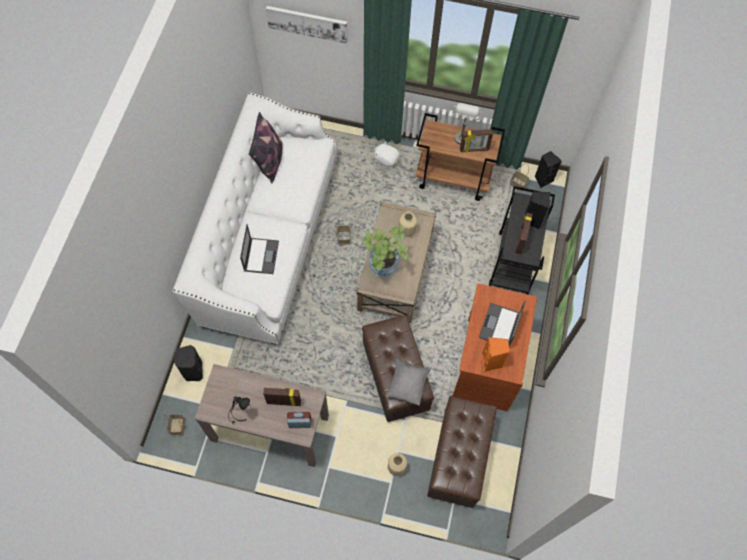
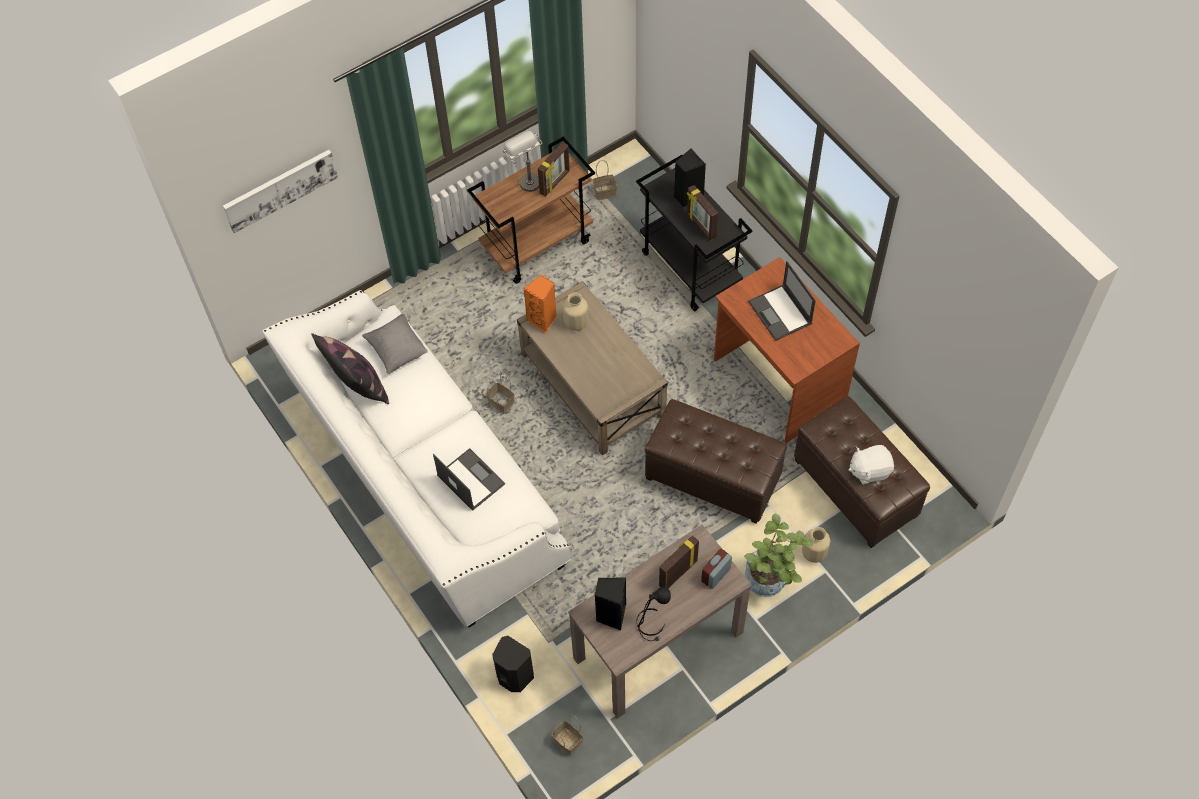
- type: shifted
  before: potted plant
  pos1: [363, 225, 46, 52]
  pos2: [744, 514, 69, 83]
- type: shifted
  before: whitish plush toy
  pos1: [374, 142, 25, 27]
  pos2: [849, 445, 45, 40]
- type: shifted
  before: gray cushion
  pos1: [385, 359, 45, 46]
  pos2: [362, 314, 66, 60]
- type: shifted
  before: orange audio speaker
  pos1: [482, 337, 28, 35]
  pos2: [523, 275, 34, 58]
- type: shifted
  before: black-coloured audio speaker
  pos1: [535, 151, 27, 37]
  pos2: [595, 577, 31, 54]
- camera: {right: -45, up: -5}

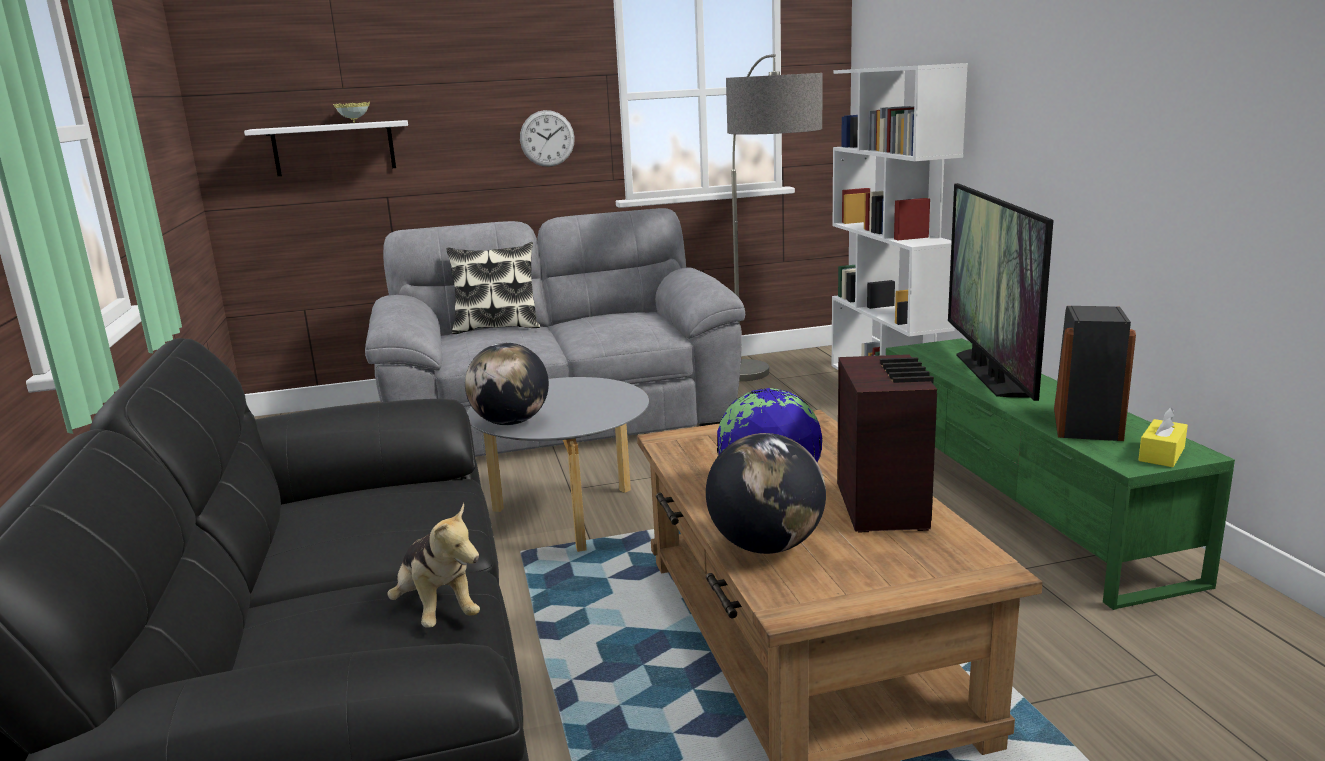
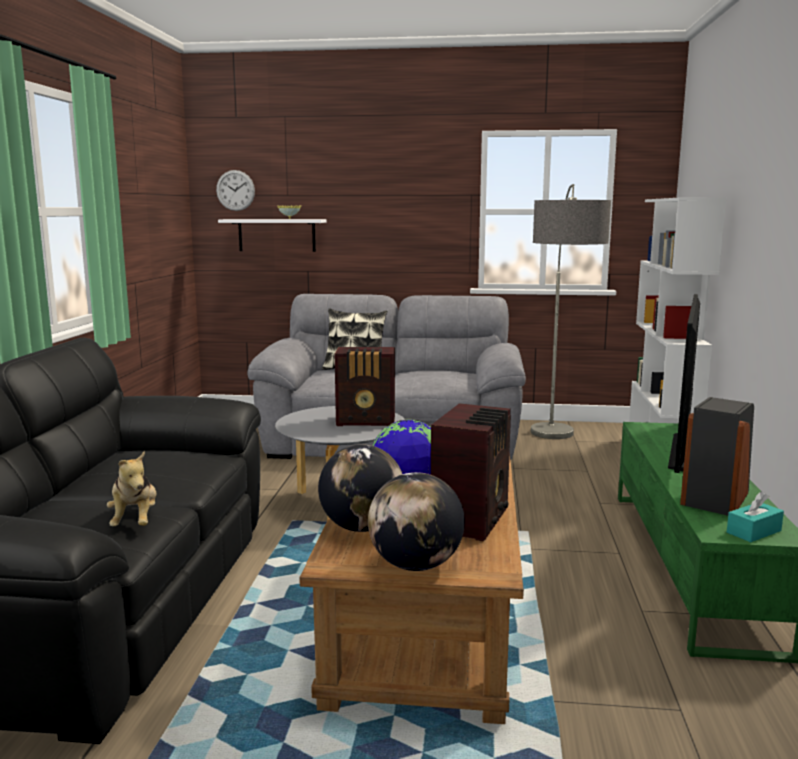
- type: shifted
  before: world globe
  pos1: [465, 343, 84, 82]
  pos2: [368, 472, 97, 99]
- type: shifted
  before: hanging clock
  pos1: [520, 110, 55, 57]
  pos2: [216, 170, 39, 41]
- type: repainted
  before: yellow tissue holder
  after: blue-green tissue holder
  pos1: [1138, 407, 50, 60]
  pos2: [727, 491, 57, 51]
- type: new
  after: radio set
  pos2: [335, 347, 60, 79]
- camera: {right: 20, up: -5}

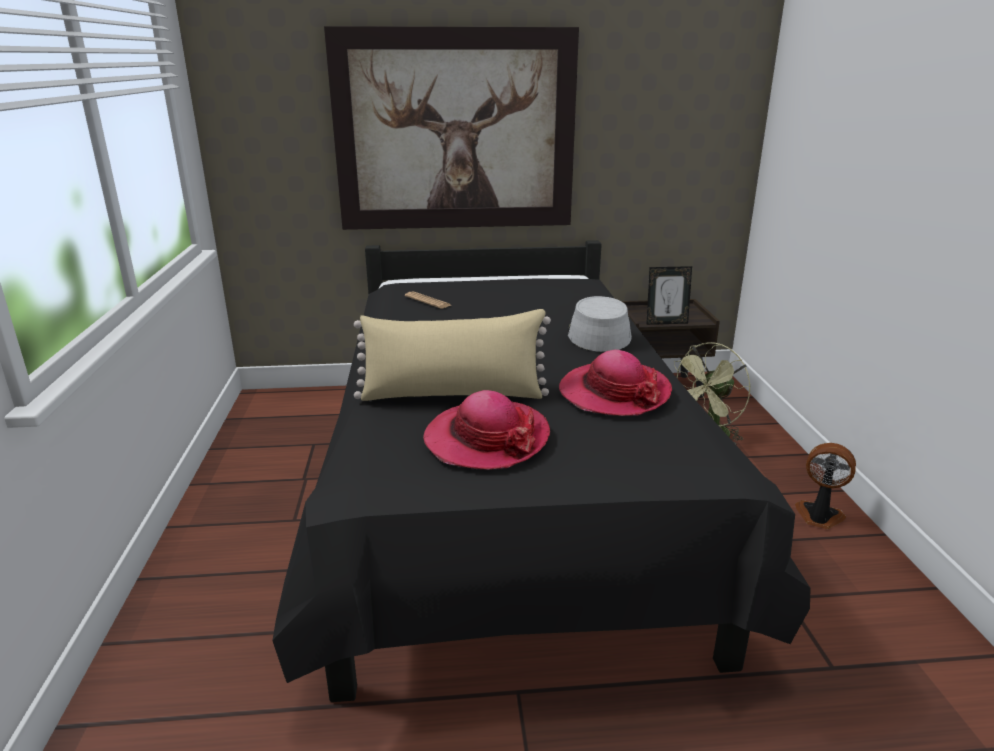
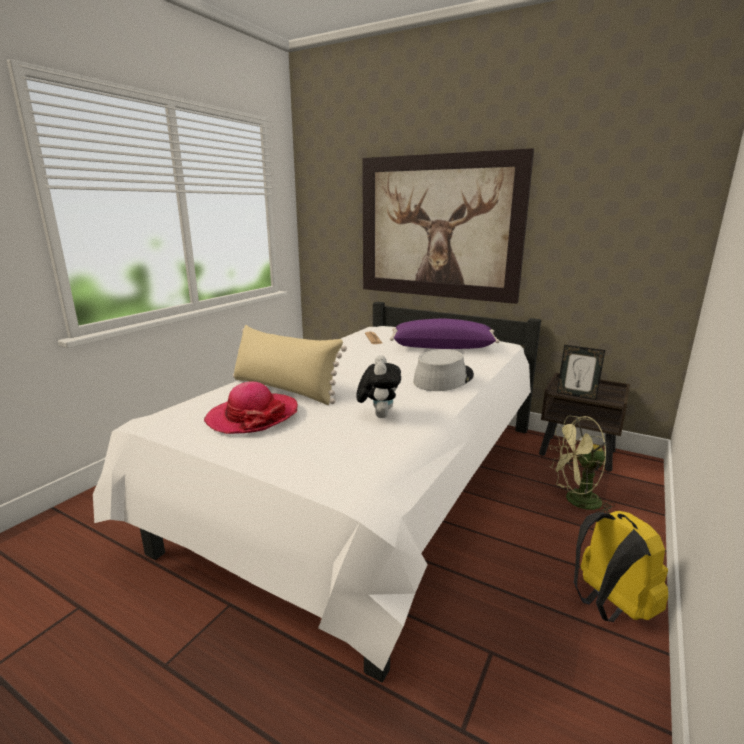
- type: repainted
  before: black-coloured sleeping bed
  after: whitish sleeping bed
  pos1: [272, 240, 539, 462]
  pos2: [93, 302, 448, 380]
- type: swapped
  before: clothing hat
  after: plush toy
  pos1: [559, 350, 113, 66]
  pos2: [356, 355, 45, 63]
- type: swapped
  before: fan
  after: yellow knapsack
  pos1: [795, 443, 61, 86]
  pos2: [574, 511, 94, 111]
- type: new
  after: purple cushion
  pos2: [390, 319, 110, 30]
- camera: {right: 35, up: -5}

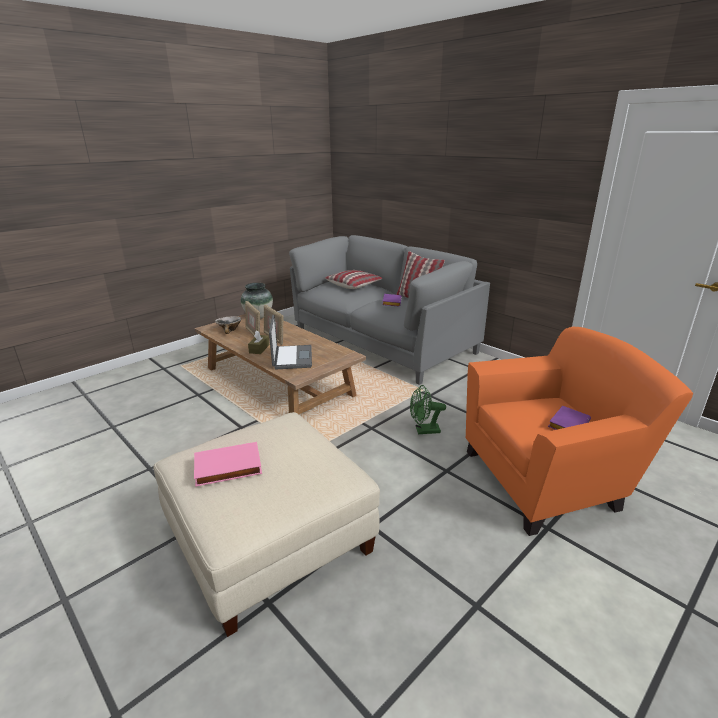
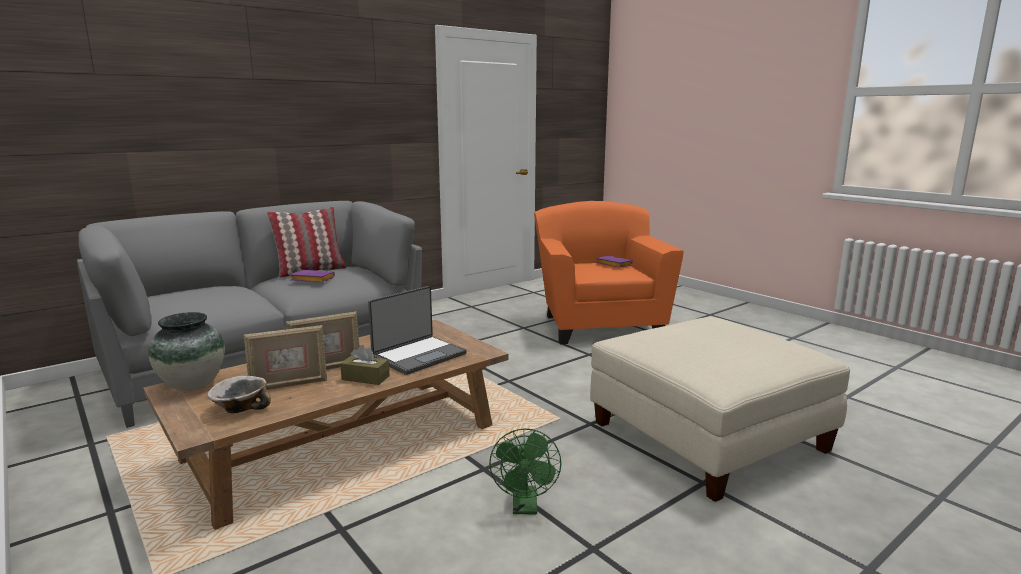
- type: gone
  before: pink volume
  pos1: [194, 442, 68, 45]
- type: rotated
  before: laptop
  pos1: [269, 315, 43, 54]
  pos2: [368, 286, 99, 89]
  turn: 135
- type: gone
  before: cushion
  pos1: [325, 270, 57, 19]
- type: shifted
  before: green fan
  pos1: [410, 385, 36, 49]
  pos2: [489, 428, 73, 86]
- camera: {right: -85, up: -10}

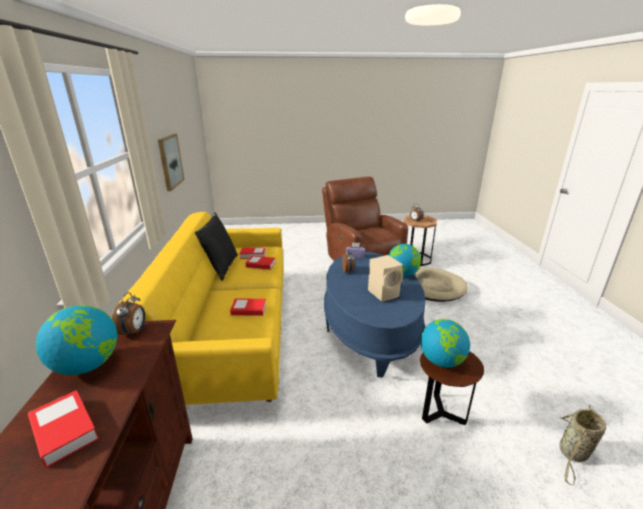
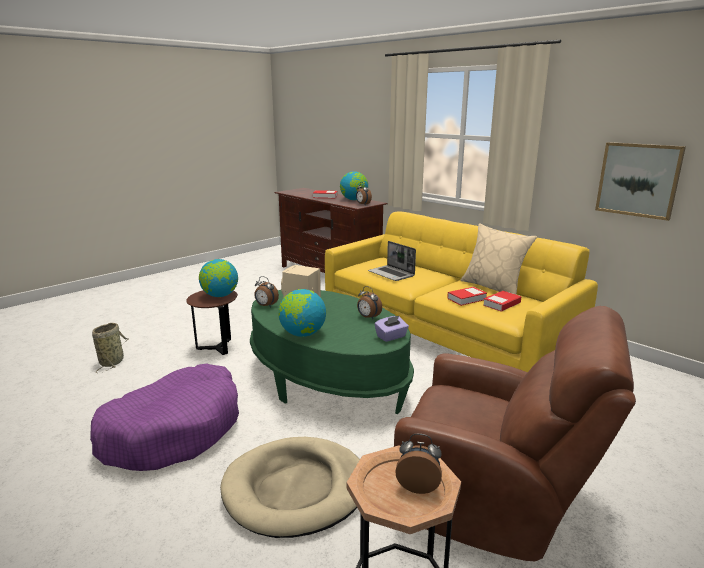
- type: repainted
  before: black-coloured cushion
  after: beige-coloured cushion
  pos1: [195, 213, 43, 68]
  pos2: [460, 223, 77, 72]
- type: swapped
  before: volume
  after: laptop
  pos1: [230, 299, 36, 17]
  pos2: [368, 241, 48, 40]
- type: repainted
  before: blue-coloured lounge table
  after: green lounge table
  pos1: [324, 252, 102, 126]
  pos2: [250, 290, 164, 124]
- type: new
  after: purple dog bed
  pos2: [90, 363, 149, 108]
- type: new
  after: table clock
  pos2: [254, 276, 25, 32]
- camera: {right: 140, up: -5}

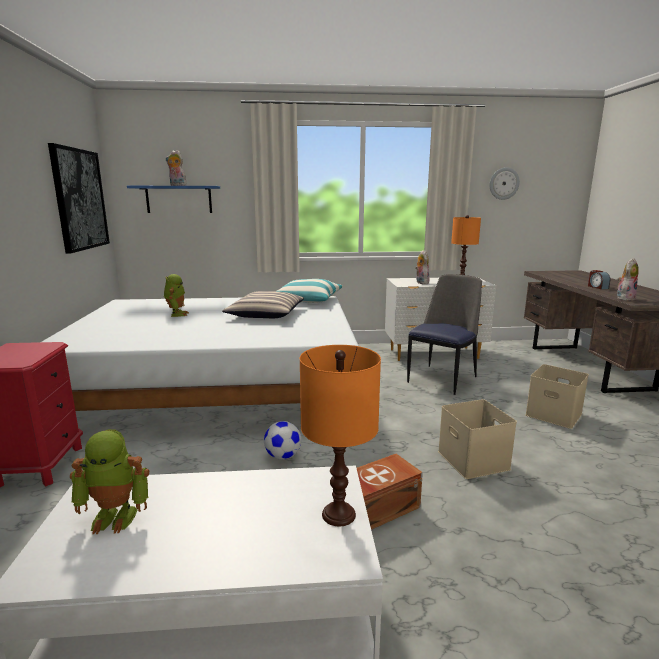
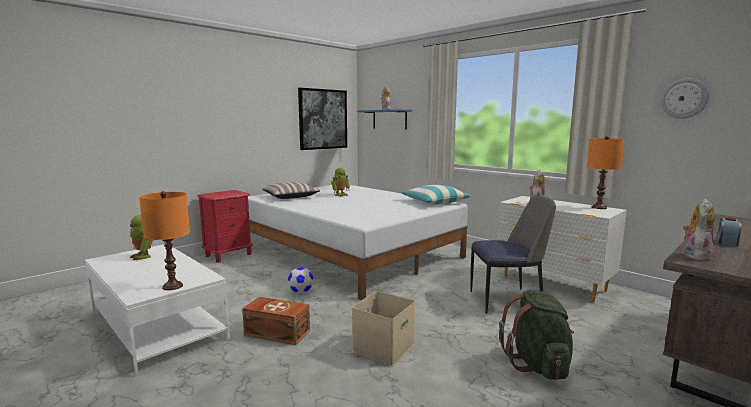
- type: shifted
  before: cushion
  pos1: [222, 291, 82, 27]
  pos2: [262, 182, 58, 17]
- type: swapped
  before: beige-coloured storage bin
  after: green knapsack
  pos1: [525, 364, 64, 65]
  pos2: [499, 290, 75, 90]
- type: rotated
  before: plush toy
  pos1: [617, 258, 22, 43]
  pos2: [683, 199, 32, 62]
  turn: -60
- camera: {right: 50, up: -5}

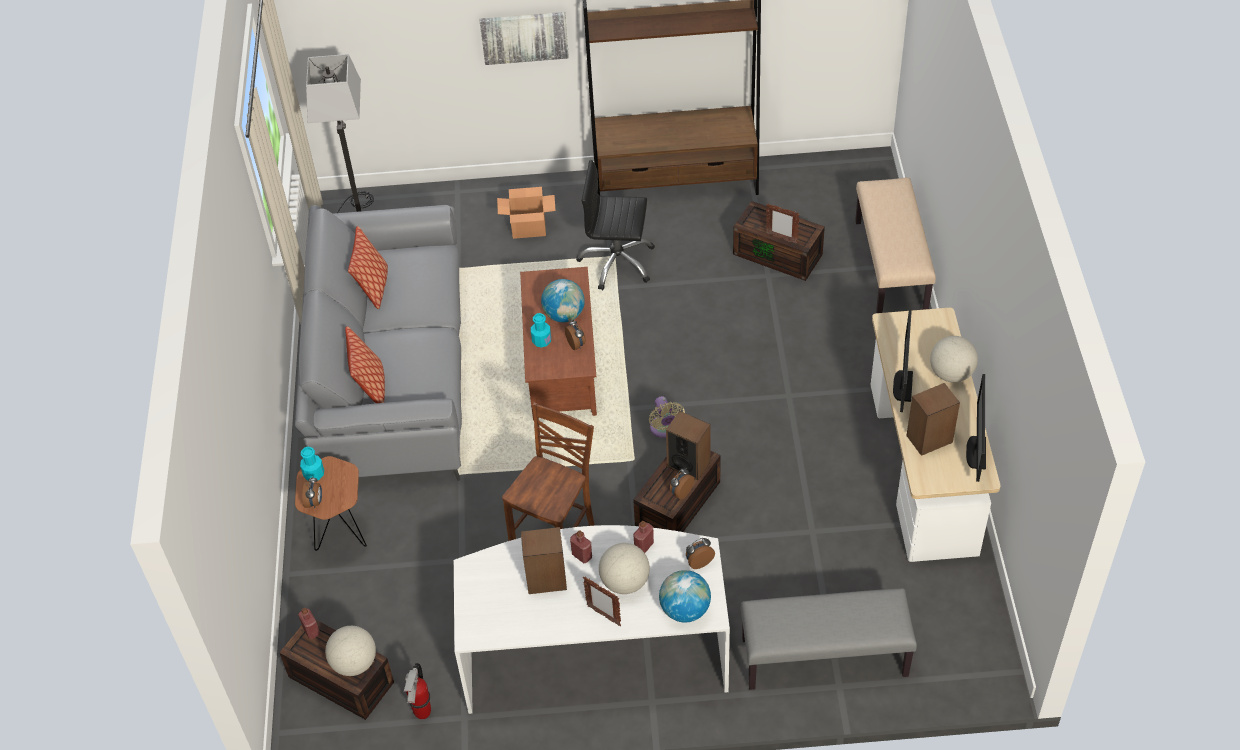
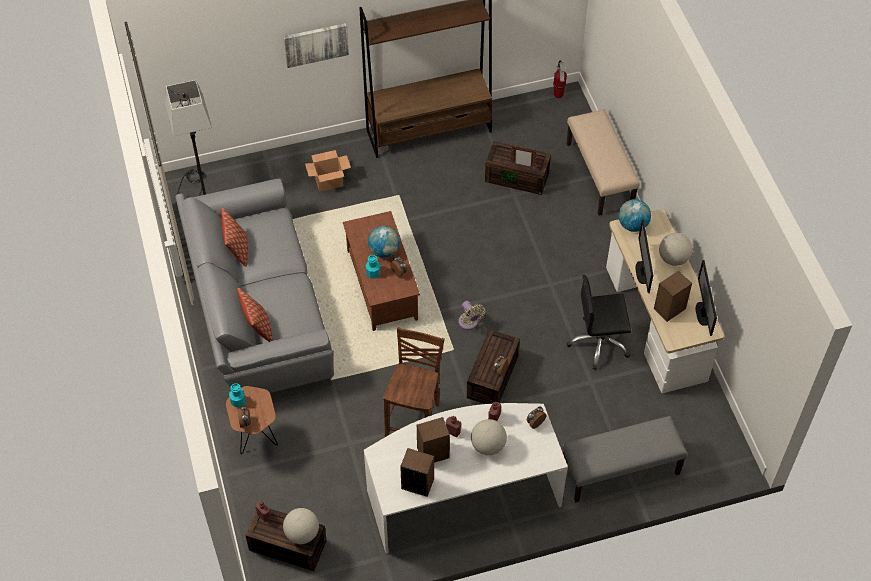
- type: shifted
  before: fire extinguisher
  pos1: [404, 663, 27, 56]
  pos2: [553, 60, 14, 38]
- type: shifted
  before: black-coloured computer chair
  pos1: [576, 160, 79, 130]
  pos2: [567, 275, 64, 95]
- type: gone
  before: picture frame
  pos1: [583, 577, 38, 49]
- type: shifted
  before: world globe
  pos1: [659, 570, 52, 52]
  pos2: [618, 199, 33, 33]
- type: shifted
  before: audio speaker
  pos1: [666, 411, 45, 70]
  pos2: [400, 448, 34, 49]
- camera: {right: -15, up: 5}

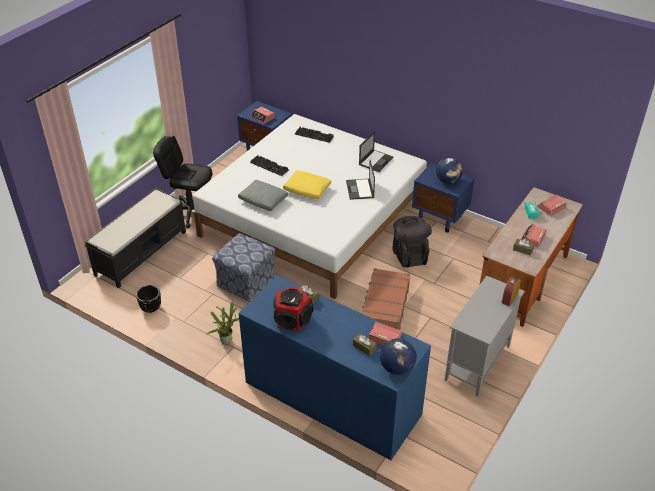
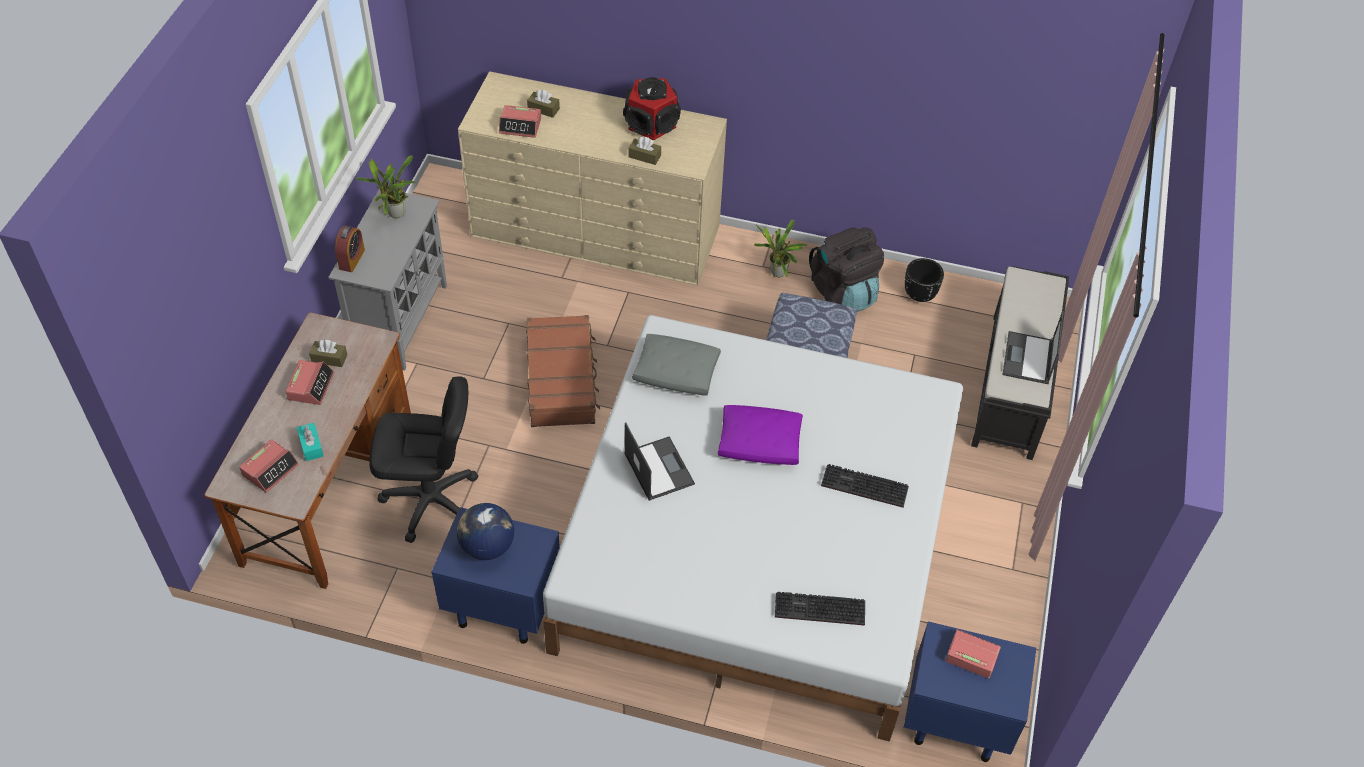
- type: shifted
  before: black-coloured computer chair
  pos1: [153, 136, 59, 92]
  pos2: [369, 376, 109, 167]
- type: shifted
  before: gray cushion
  pos1: [238, 180, 50, 31]
  pos2: [632, 334, 89, 61]
- type: repainted
  before: blue-coloured chest of drawers
  after: beige-coloured chest of drawers
  pos1: [239, 275, 192, 185]
  pos2: [458, 71, 269, 215]
- type: repainted
  before: yellow cushion
  after: purple cushion
  pos1: [283, 170, 48, 29]
  pos2: [718, 405, 85, 60]
- type: shifted
  before: laptop
  pos1: [359, 131, 34, 41]
  pos2: [1003, 311, 61, 73]
- type: gone
  before: world globe
  pos1: [380, 338, 37, 37]
- type: shifted
  before: black-coloured knapsack
  pos1: [392, 216, 40, 52]
  pos2: [809, 227, 75, 85]
- type: new
  after: potted plant
  pos2: [356, 155, 59, 63]
- camera: {right: 160, up: 10}

